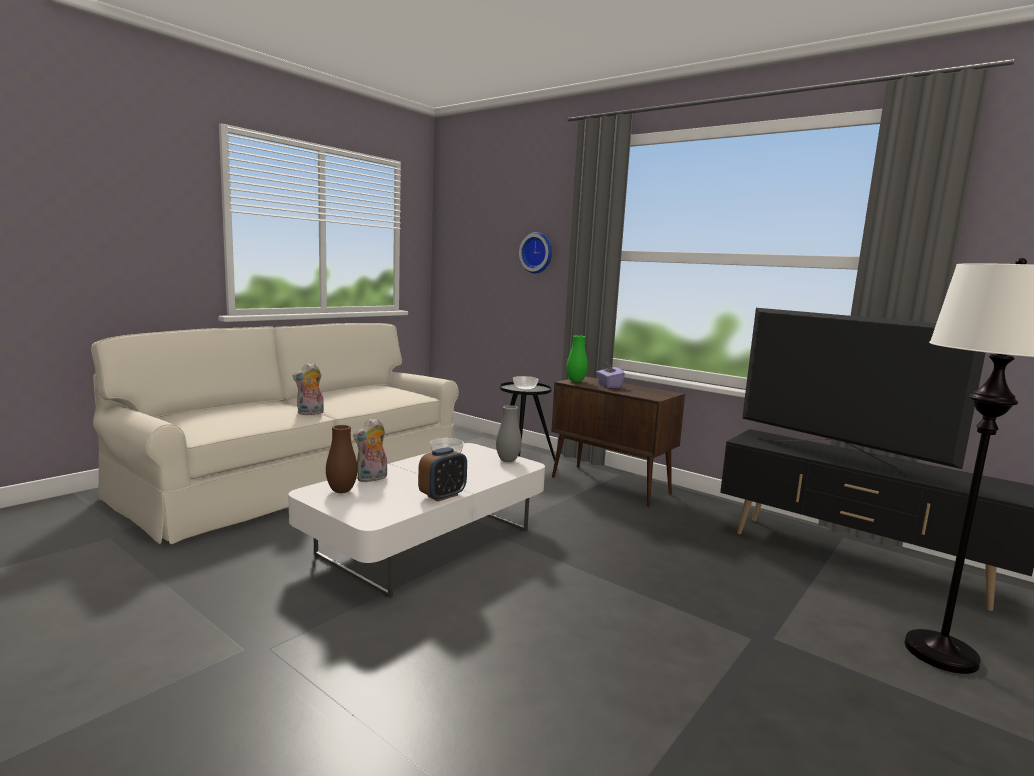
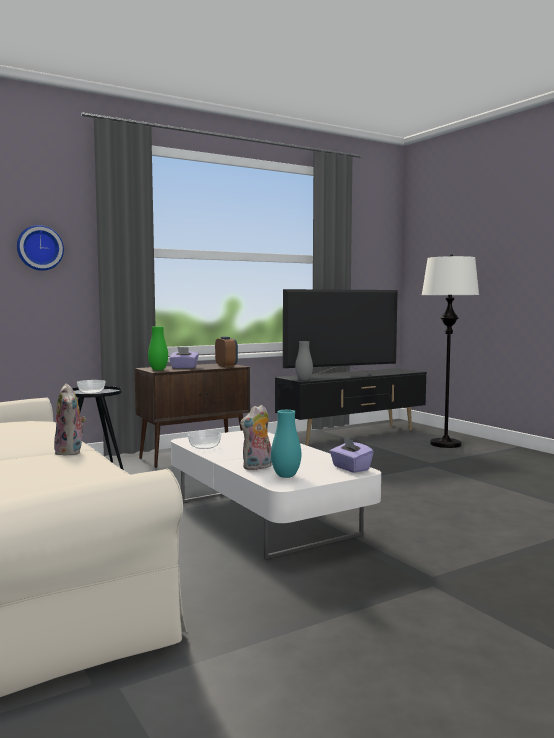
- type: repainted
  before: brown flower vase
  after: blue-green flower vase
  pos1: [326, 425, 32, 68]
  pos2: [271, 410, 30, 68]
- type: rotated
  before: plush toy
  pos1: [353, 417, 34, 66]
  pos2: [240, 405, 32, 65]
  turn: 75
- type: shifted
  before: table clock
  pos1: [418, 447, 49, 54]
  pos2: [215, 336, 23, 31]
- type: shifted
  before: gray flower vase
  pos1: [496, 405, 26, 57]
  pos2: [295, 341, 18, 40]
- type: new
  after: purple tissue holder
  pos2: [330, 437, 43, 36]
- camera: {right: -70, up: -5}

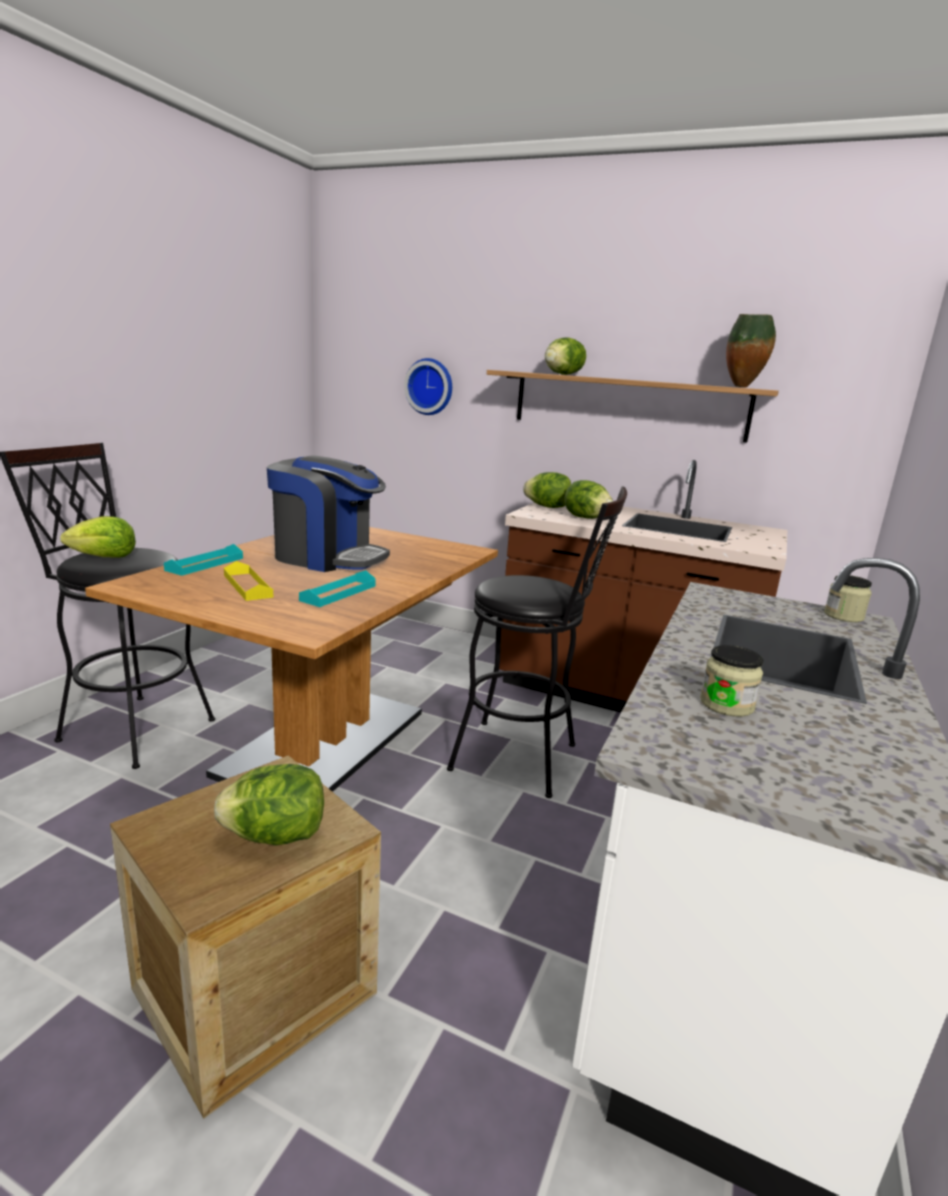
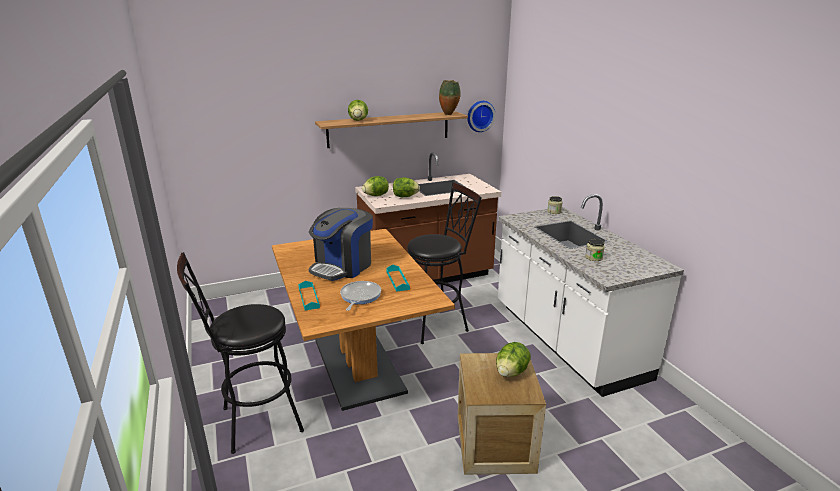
- type: gone
  before: head of lettuce
  pos1: [60, 516, 76, 42]
- type: swapped
  before: yellow carrying tray
  after: skillet
  pos1: [224, 561, 49, 40]
  pos2: [340, 281, 41, 30]
- type: rotated
  before: coffee brewer
  pos1: [267, 455, 123, 117]
  pos2: [308, 208, 65, 73]
  turn: 150
- type: shifted
  before: hanging clock
  pos1: [404, 358, 48, 57]
  pos2: [467, 101, 28, 31]
- camera: {right: -45, up: 5}

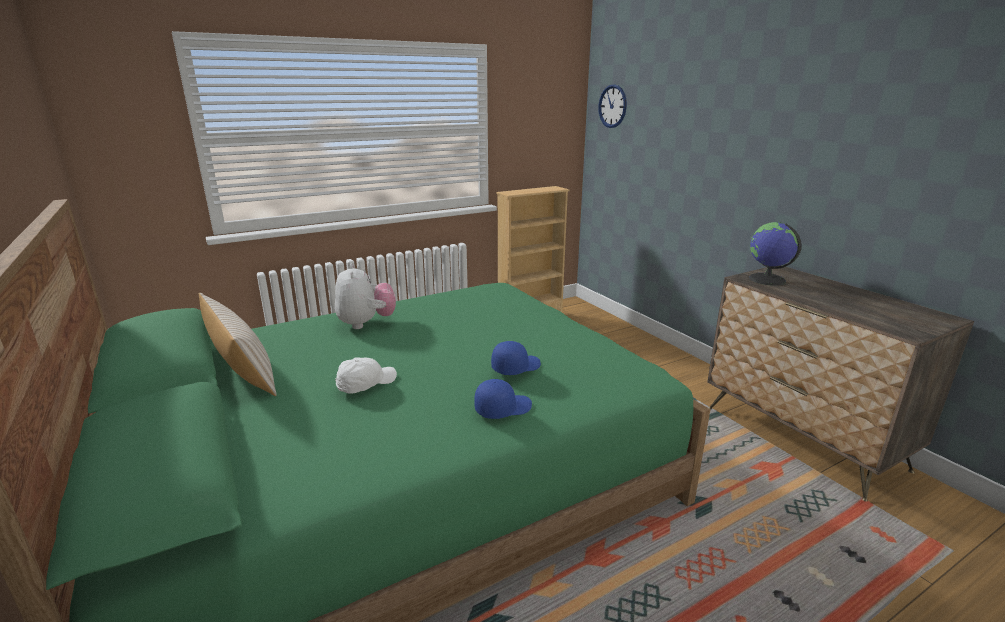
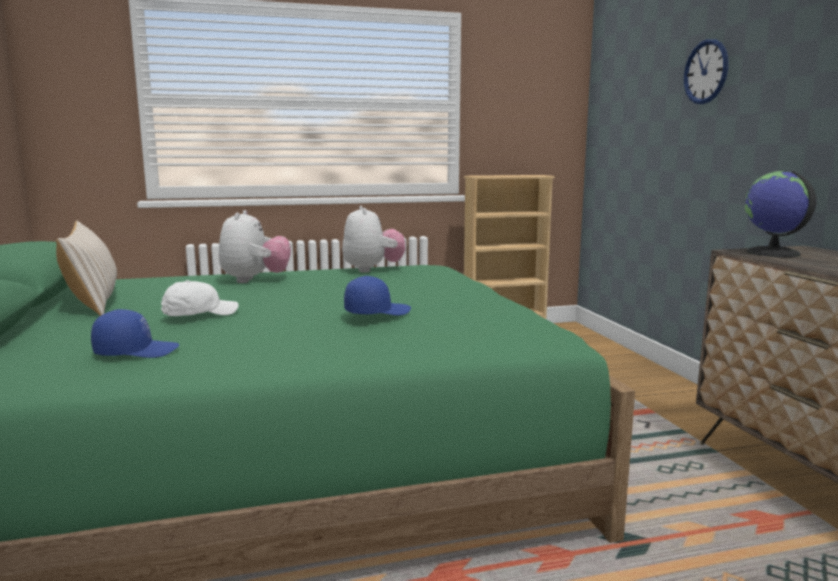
- type: shifted
  before: blue-coloured baseball cap
  pos1: [474, 379, 58, 40]
  pos2: [91, 309, 88, 49]
- type: shifted
  before: hanging clock
  pos1: [598, 84, 29, 44]
  pos2: [684, 39, 44, 65]
- type: new
  after: plush toy
  pos2: [342, 206, 64, 67]
- camera: {right: 15, up: -10}

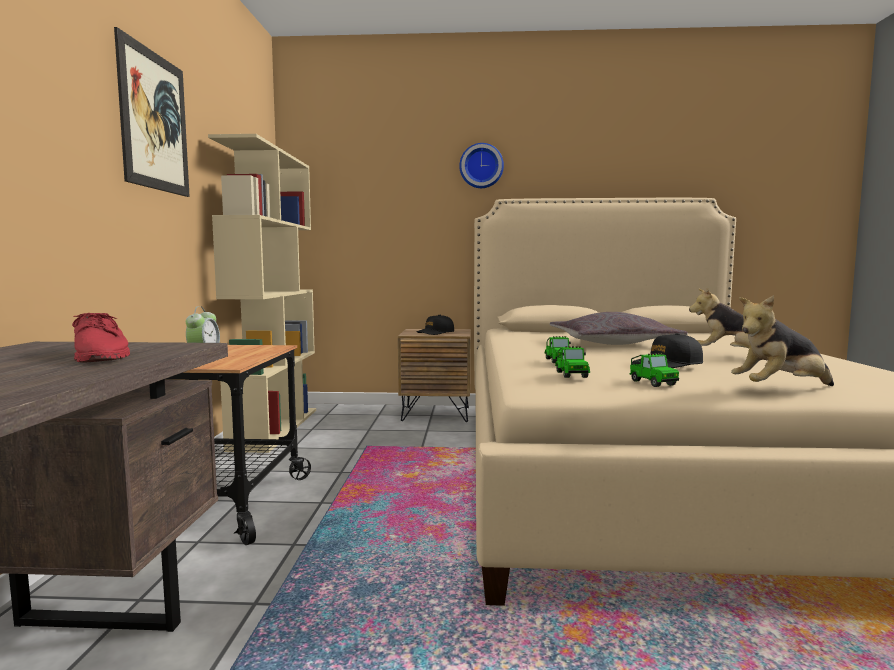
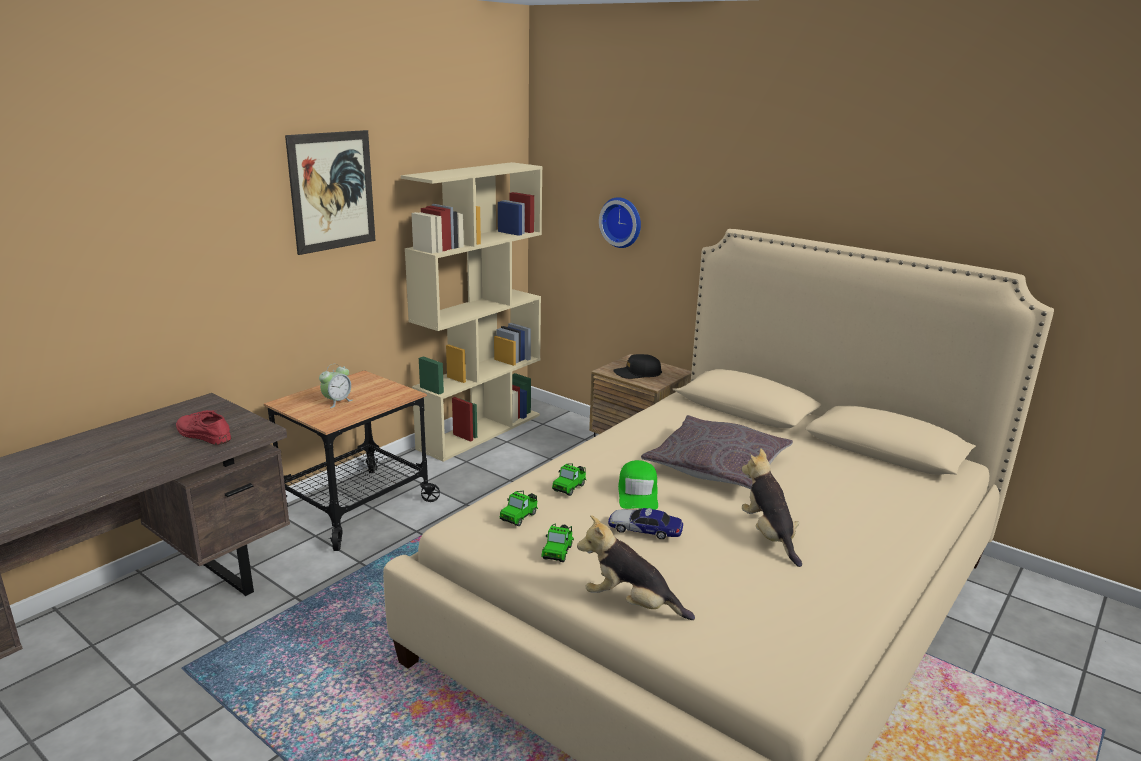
- type: rotated
  before: reddish shoe
  pos1: [72, 313, 58, 50]
  pos2: [176, 410, 55, 35]
  turn: 120
- type: shifted
  before: hanging clock
  pos1: [459, 143, 45, 45]
  pos2: [599, 197, 42, 51]
- type: swapped
  before: black-coloured baseball cap
  after: miniature car
  pos1: [637, 333, 66, 35]
  pos2: [608, 508, 75, 31]
- type: new
  after: green baseball cap
  pos2: [618, 460, 40, 50]
- camera: {right: 35, up: 15}

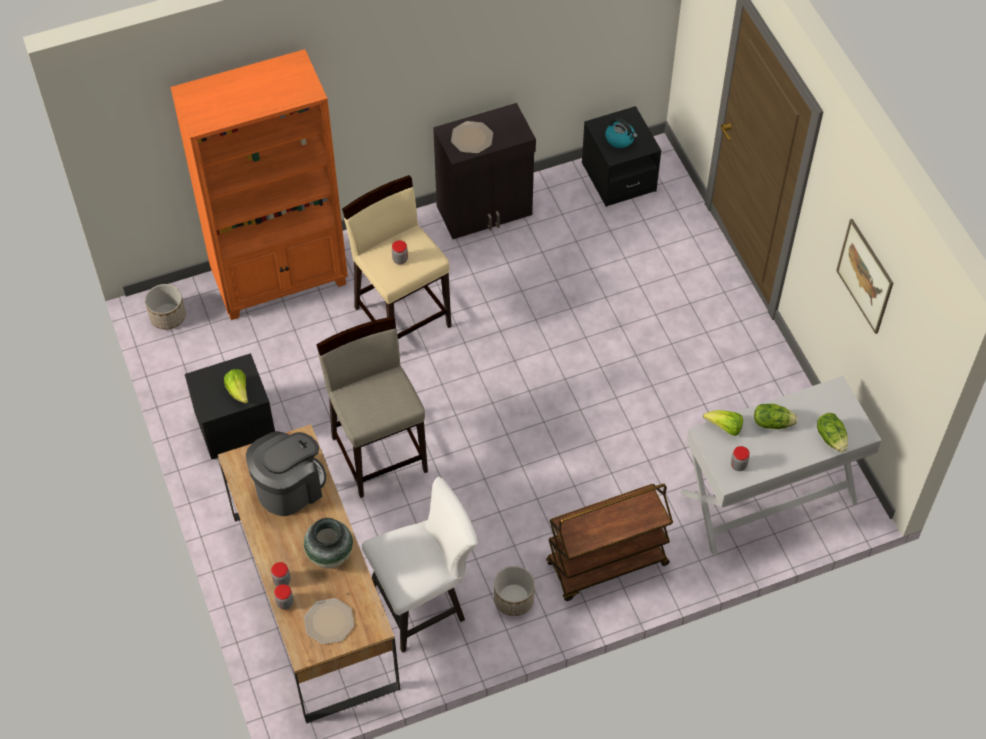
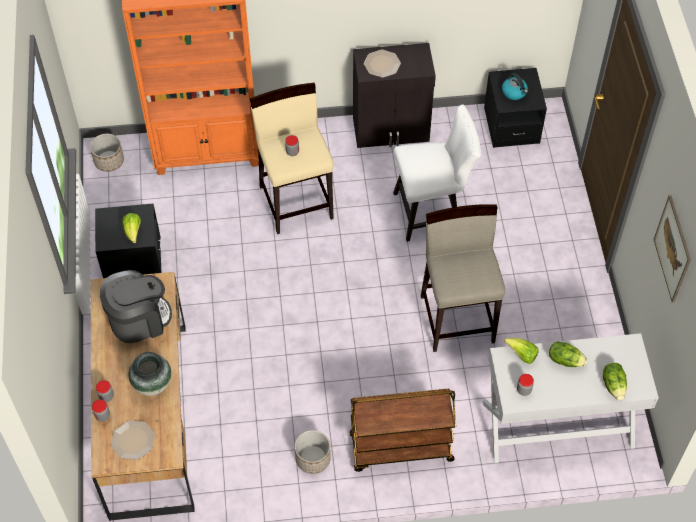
- type: shifted
  before: beige-coloured sitting stool
  pos1: [316, 316, 112, 182]
  pos2: [421, 204, 84, 148]
- type: shifted
  before: whitish plain chair
  pos1: [362, 477, 116, 176]
  pos2: [393, 104, 88, 138]
- camera: {right: 15, up: 0}

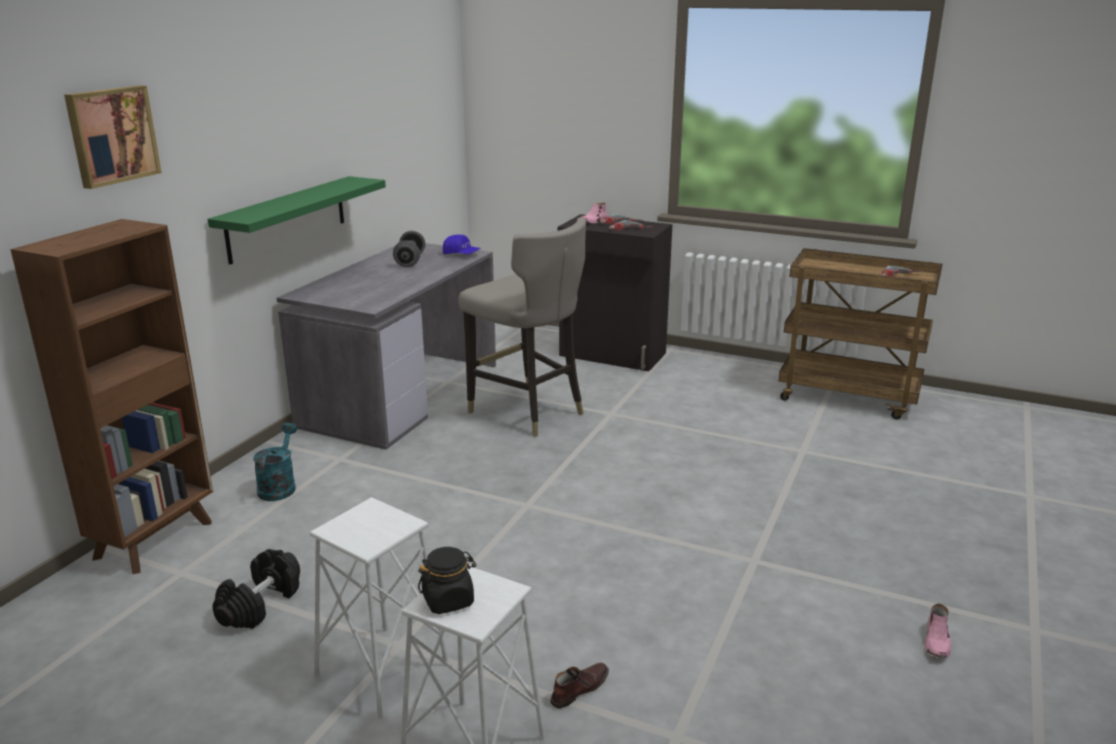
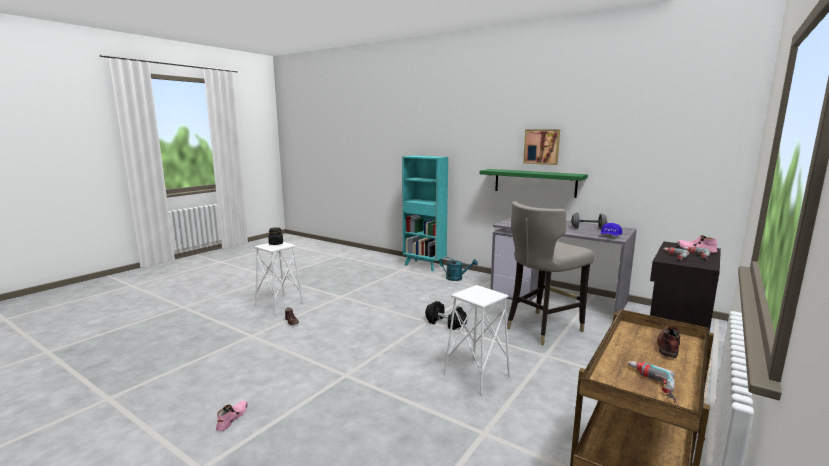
- type: repainted
  before: brown shelving unit
  after: blue-green shelving unit
  pos1: [10, 219, 203, 355]
  pos2: [402, 155, 46, 116]
- type: shifted
  before: wall art
  pos1: [64, 85, 98, 104]
  pos2: [523, 129, 37, 36]
- type: shifted
  before: black-coloured dumbbell
  pos1: [212, 549, 88, 80]
  pos2: [425, 301, 42, 29]
- type: shifted
  before: whitish sitting stool
  pos1: [310, 497, 139, 223]
  pos2: [444, 285, 66, 110]
- type: rotated
  before: pink shoe
  pos1: [925, 604, 26, 54]
  pos2: [216, 400, 32, 31]
  turn: 75
- type: new
  after: brown shoe
  pos2: [657, 325, 23, 33]
- camera: {right: 100, up: -10}

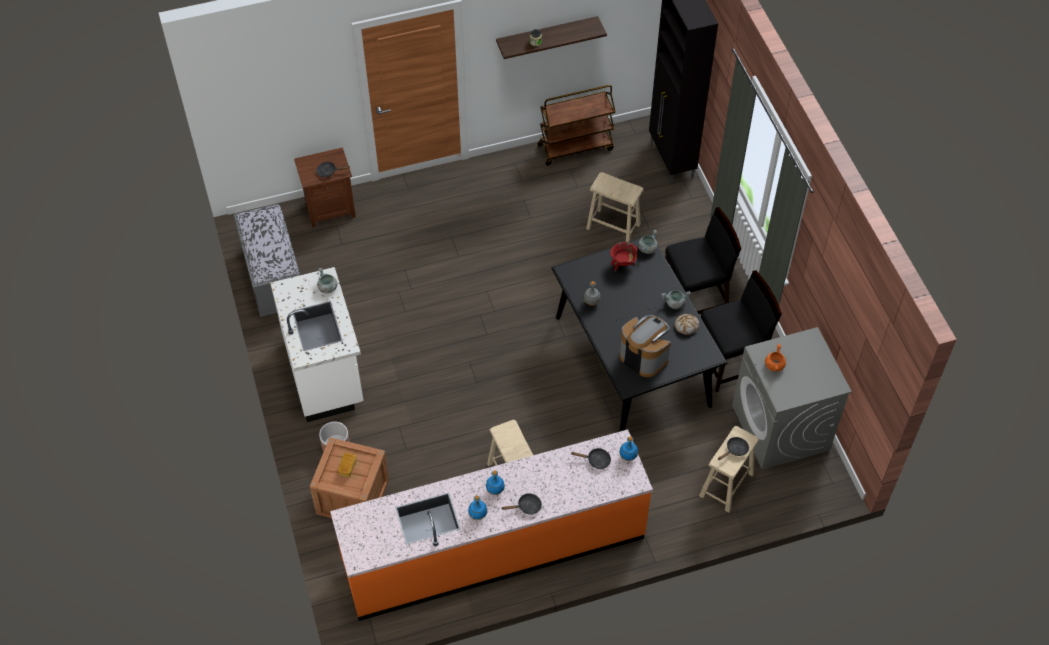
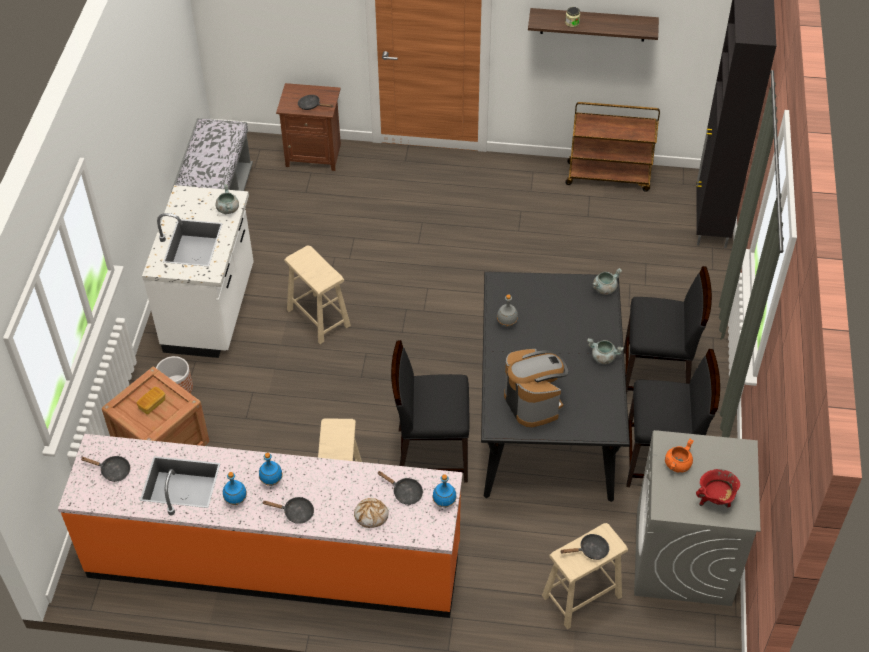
- type: shifted
  before: beige-coloured sitting stool
  pos1: [586, 172, 58, 70]
  pos2: [284, 246, 67, 98]
- type: shifted
  before: reddish stockpot
  pos1: [610, 242, 27, 30]
  pos2: [696, 469, 44, 38]
- type: shifted
  before: baked bread
  pos1: [675, 314, 24, 21]
  pos2: [354, 498, 34, 30]
- type: new
  after: black-coloured skillet
  pos2: [81, 456, 49, 26]
- type: new
  after: black-coloured plain chair
  pos2: [391, 340, 79, 142]
- camera: {right: 25, up: -5}

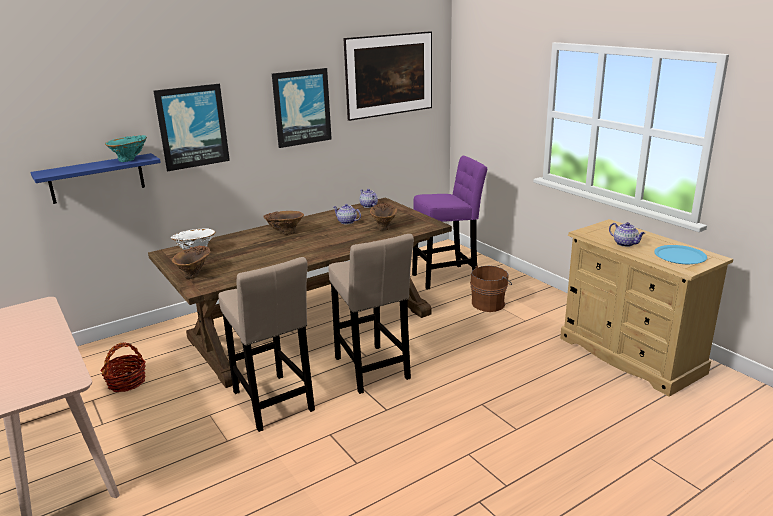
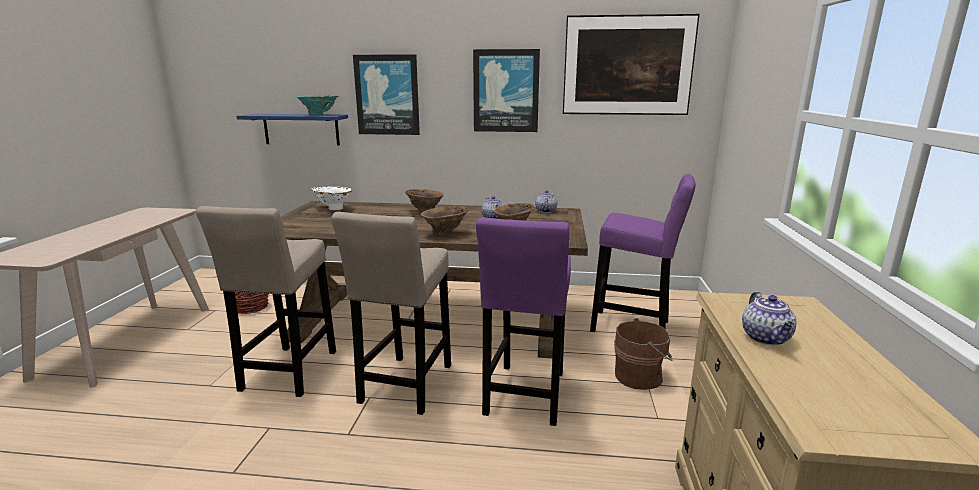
- type: shifted
  before: brown flower vase
  pos1: [172, 246, 39, 33]
  pos2: [421, 206, 47, 31]
- type: gone
  before: blue-coloured dinner plate
  pos1: [654, 245, 53, 19]
- type: new
  after: purple sitting stool
  pos2: [476, 217, 95, 209]
- camera: {right: 40, up: -5}

